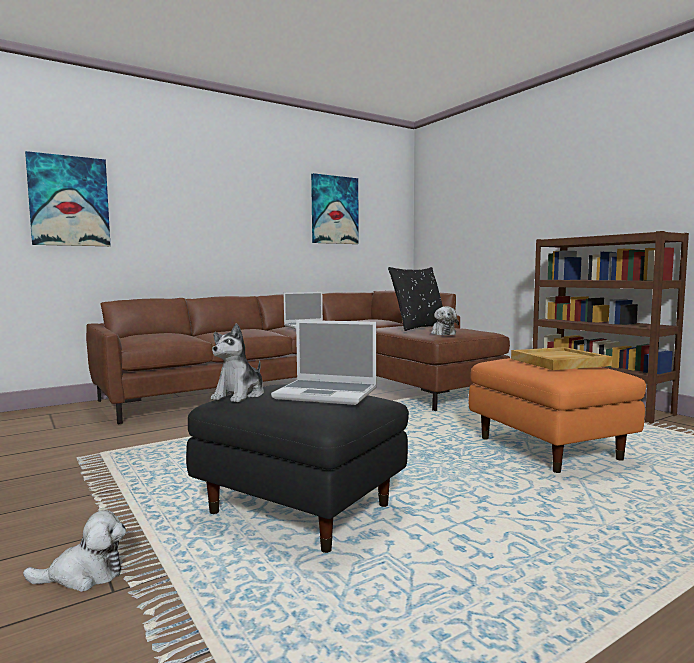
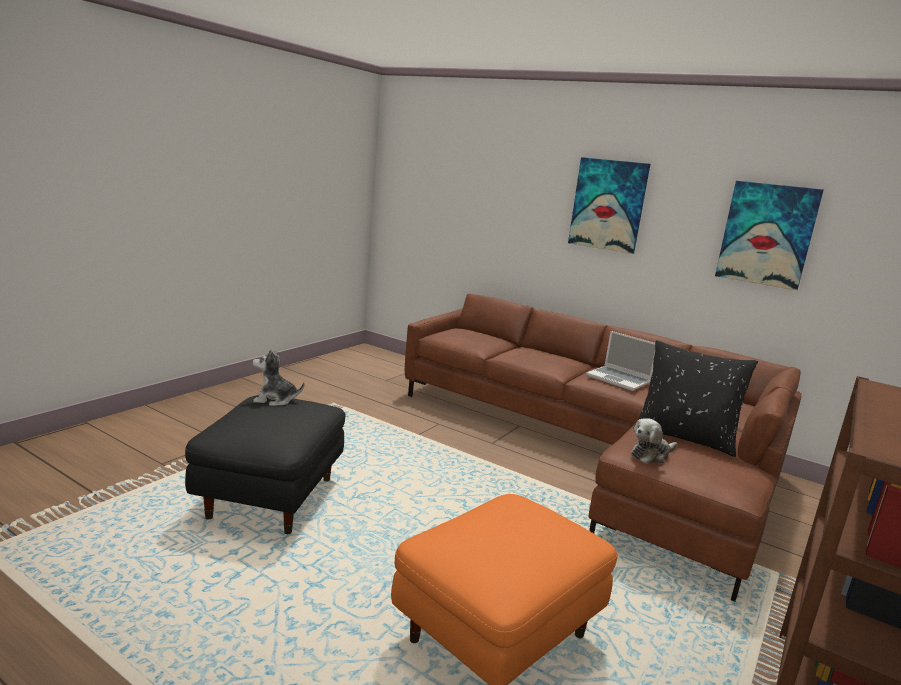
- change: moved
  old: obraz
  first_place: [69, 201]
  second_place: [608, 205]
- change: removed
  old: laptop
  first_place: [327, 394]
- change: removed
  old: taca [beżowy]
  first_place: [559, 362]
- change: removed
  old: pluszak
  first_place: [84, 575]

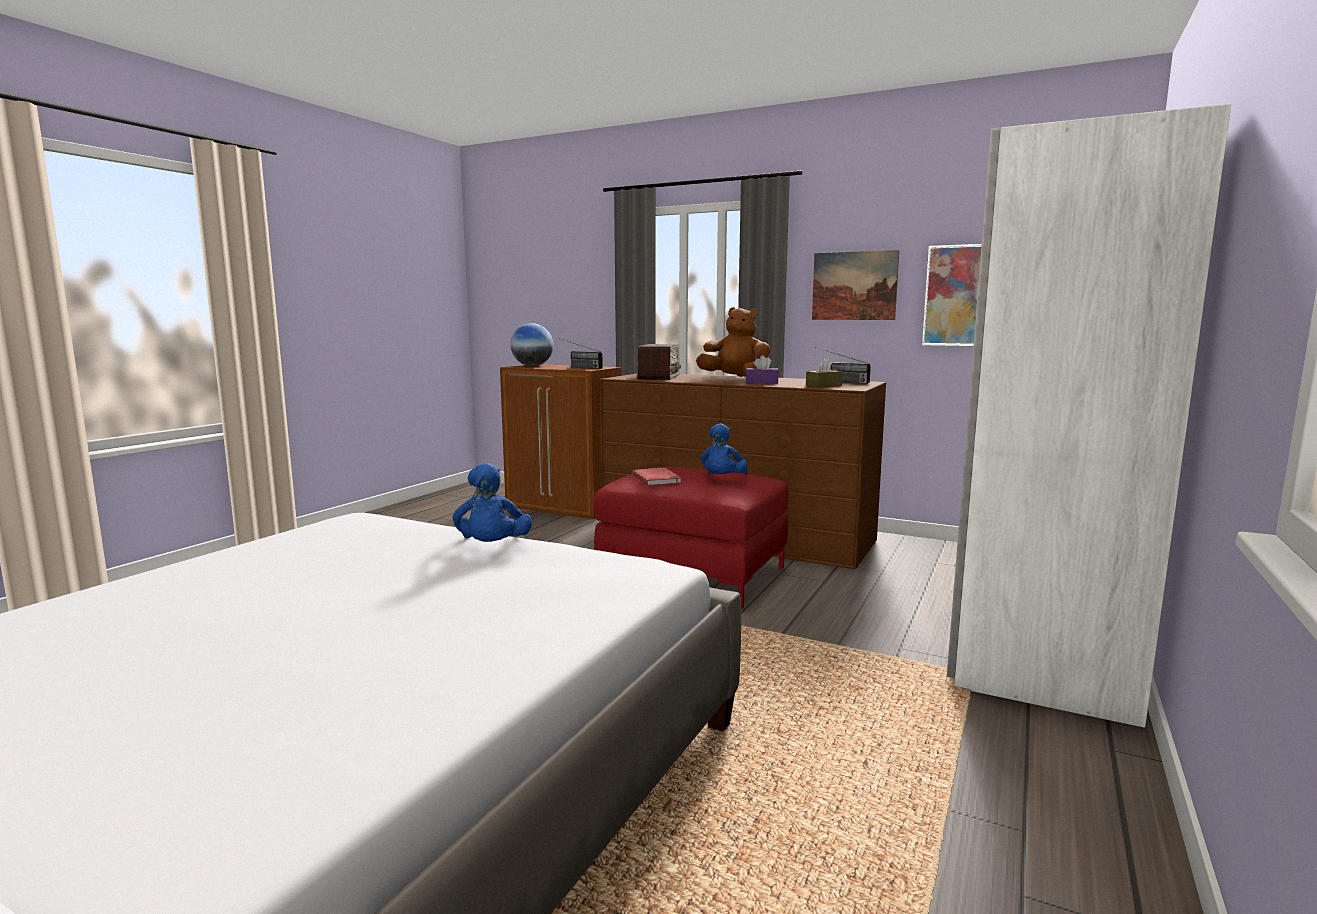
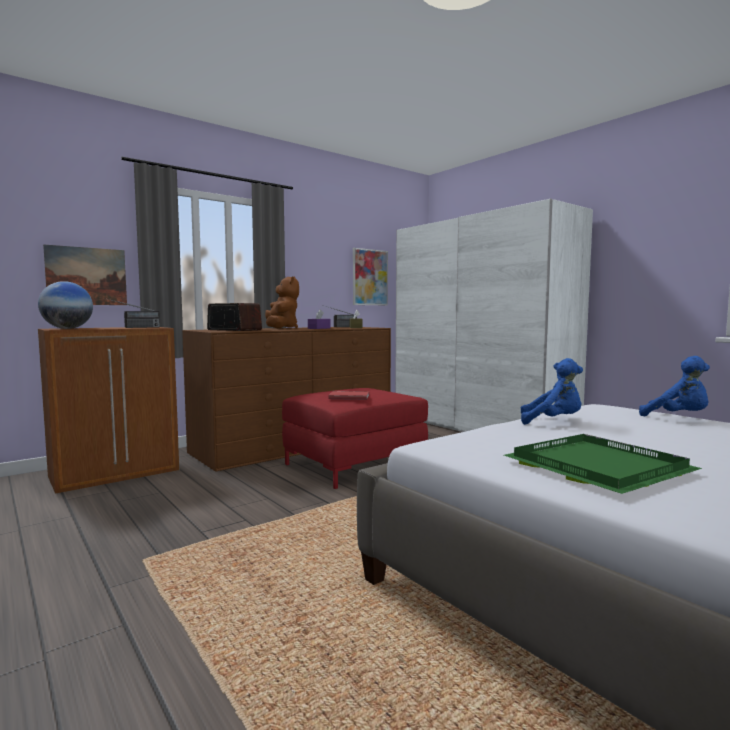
- change: moved
  old: obraz
  first_place: [854, 286]
  second_place: [87, 276]
- change: turned
  old: pluszak [brązowy]
  first_place: [735, 378]
  second_place: [281, 328]
  degrees: 120
- change: moved
  old: pluszak [niebieski]
  first_place: [723, 480]
  second_place: [677, 417]
- change: added
  new: taca [zielony]
  second_place: [593, 467]

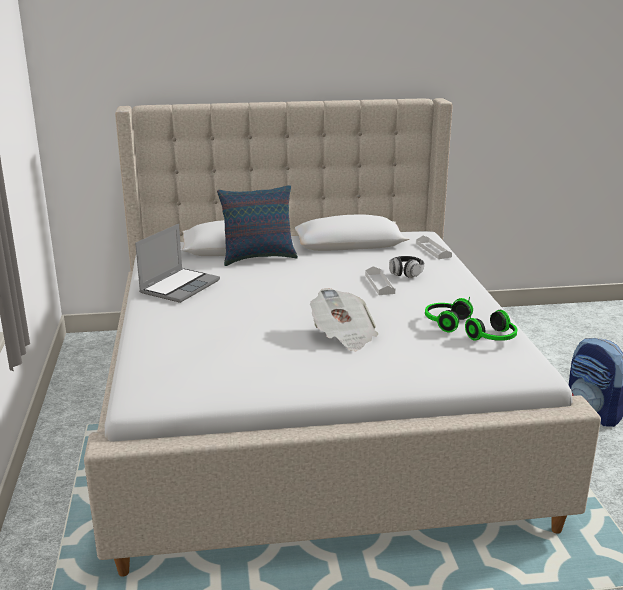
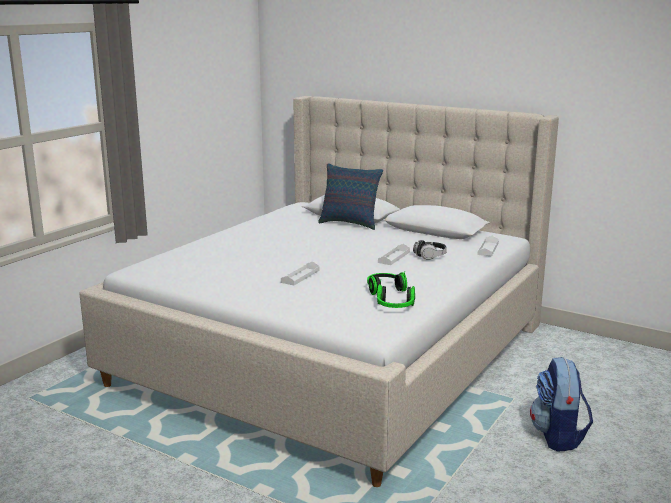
- change: removed
  old: laptop
  first_place: [180, 286]
- change: replaced
  old: gazeta
  new: taca [biały]
  first_place: [343, 336]
  second_place: [300, 276]

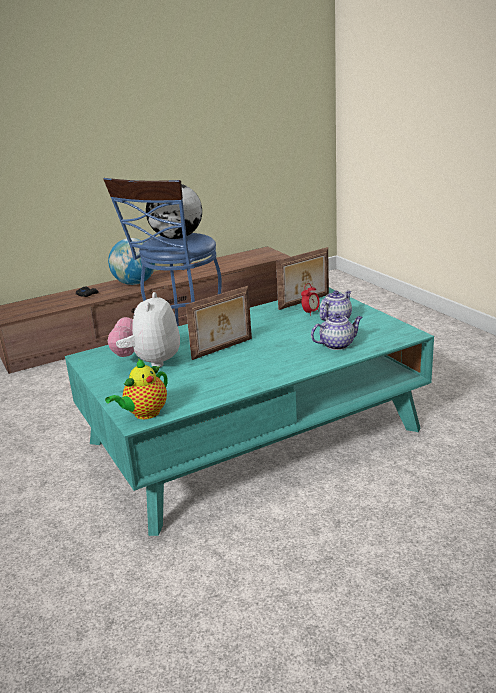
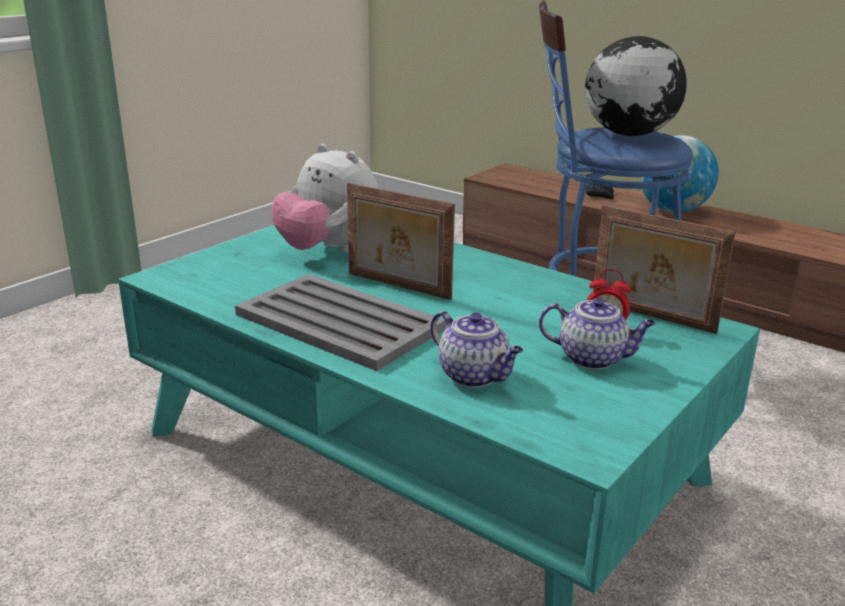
- change: turned
  old: pluszak
  first_place: [149, 362]
  second_place: [329, 250]
  degrees: -120
- change: removed
  old: imbryk
  first_place: [144, 414]
- change: added
  new: taca [szary]
  second_place: [338, 321]

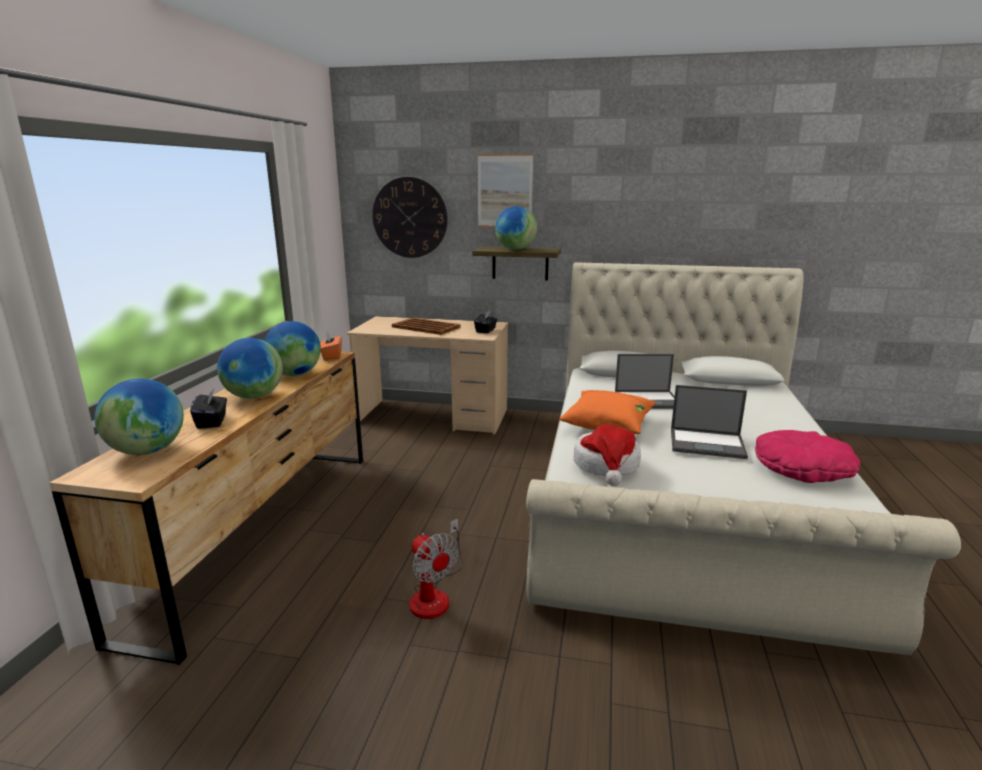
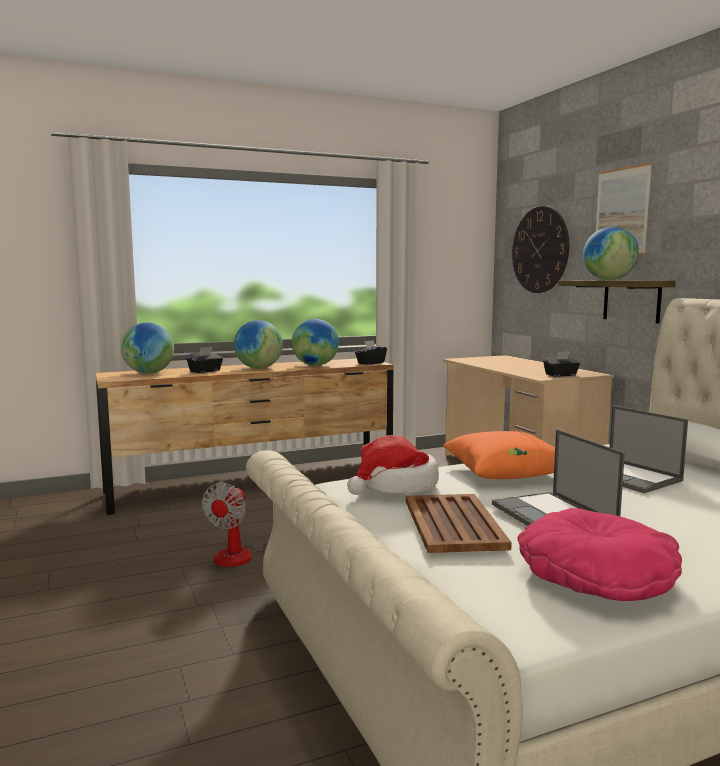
- change: moved
  old: taca [brązowy]
  first_place: [426, 327]
  second_place: [453, 524]
- change: recoloured
  old: pudełko chusteczek [pomarańczowy]
  new: pudełko chusteczek [czarny]
  first_place: [331, 356]
  second_place: [370, 363]

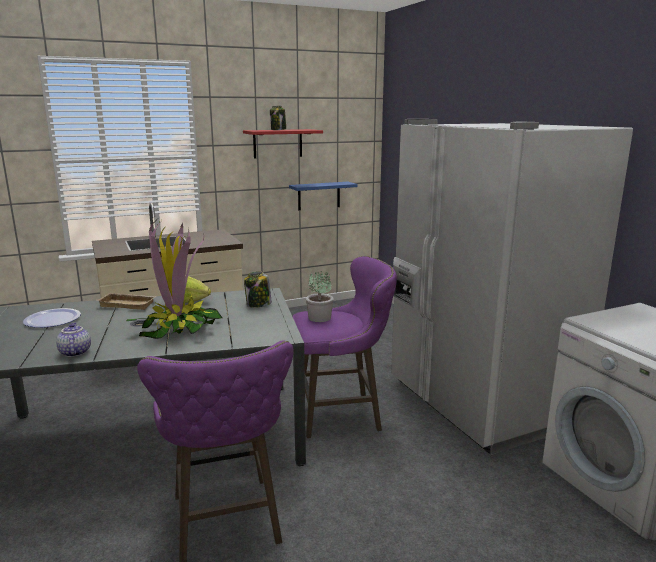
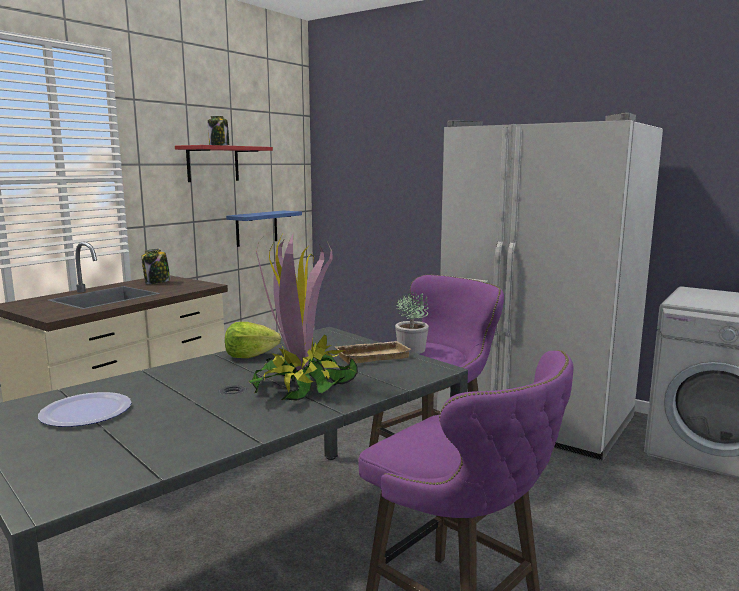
- change: moved
  old: słoik
  first_place: [258, 305]
  second_place: [157, 282]
- change: moved
  old: taca [beżowy]
  first_place: [129, 304]
  second_place: [372, 356]
- change: removed
  old: imbryk
  first_place: [74, 352]

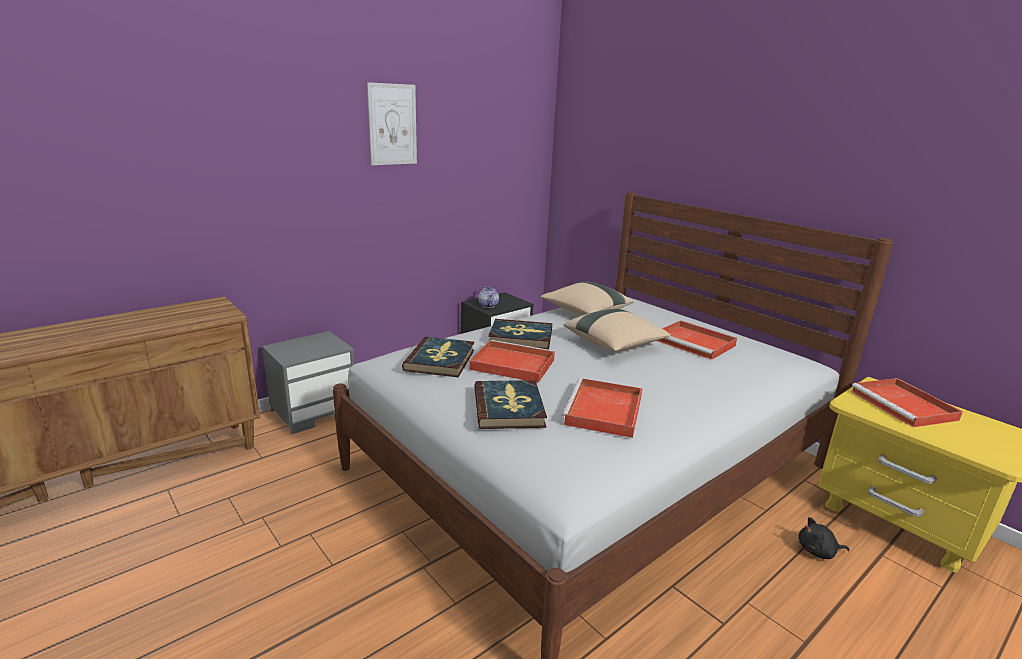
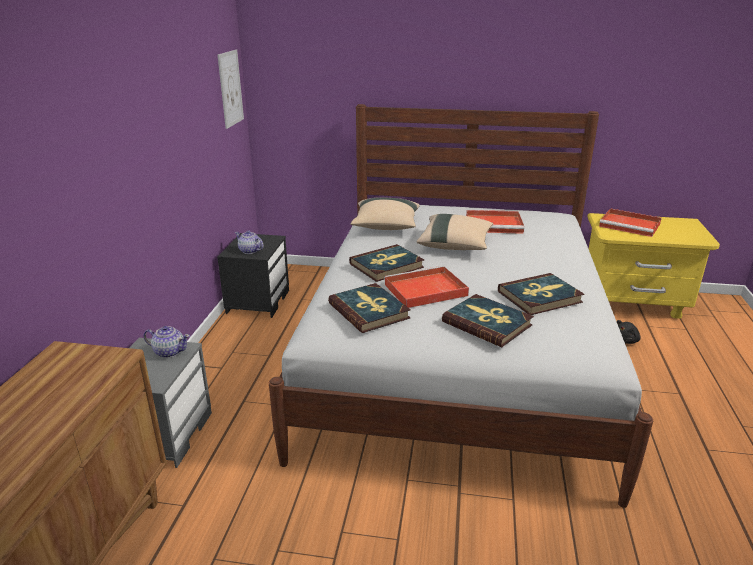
- change: moved
  old: obraz
  first_place: [392, 124]
  second_place: [230, 88]
- change: replaced
  old: taca [czerwony]
  new: książka
  first_place: [604, 411]
  second_place: [540, 297]
- change: added
  new: imbryk
  second_place: [169, 352]

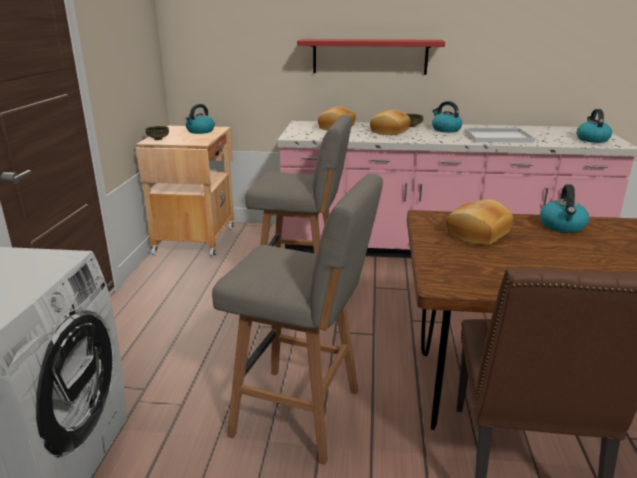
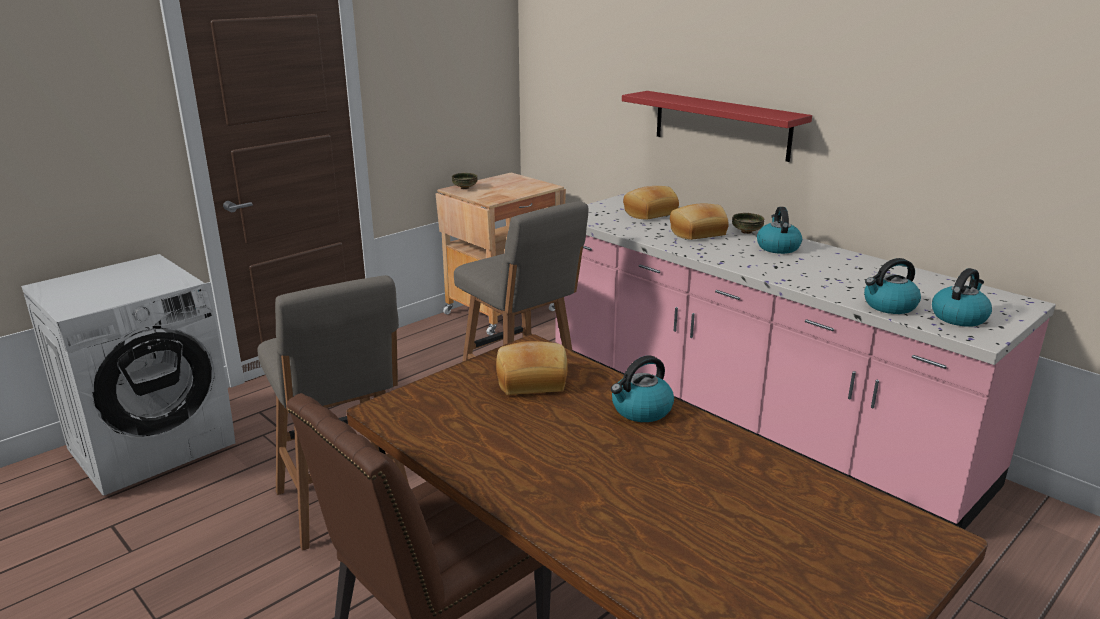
- change: moved
  old: czajnik
  first_place: [200, 131]
  second_place: [889, 306]
- change: removed
  old: taca [biały]
  first_place: [499, 137]

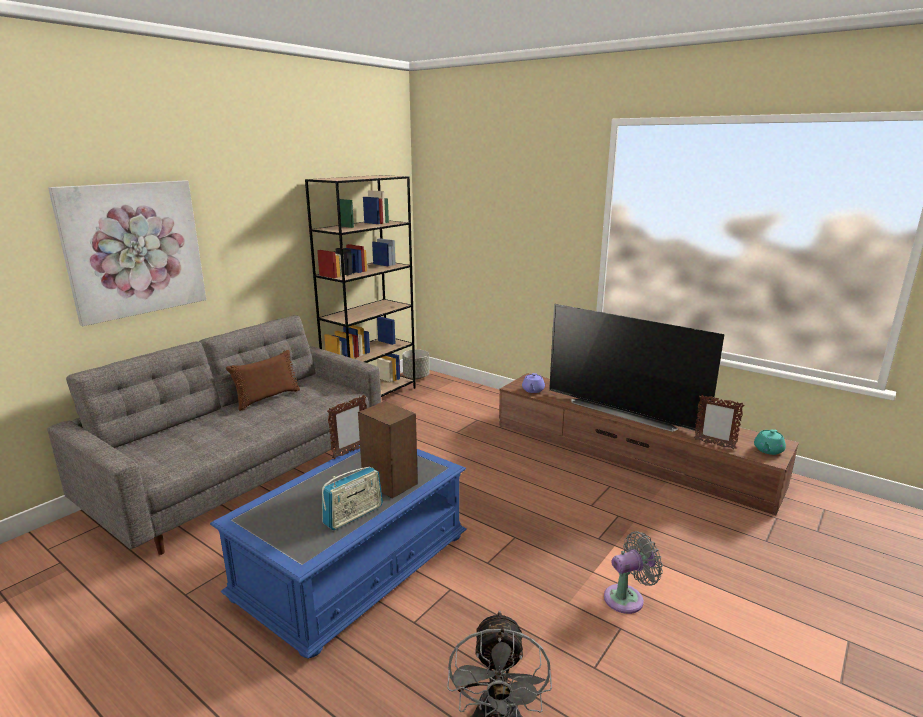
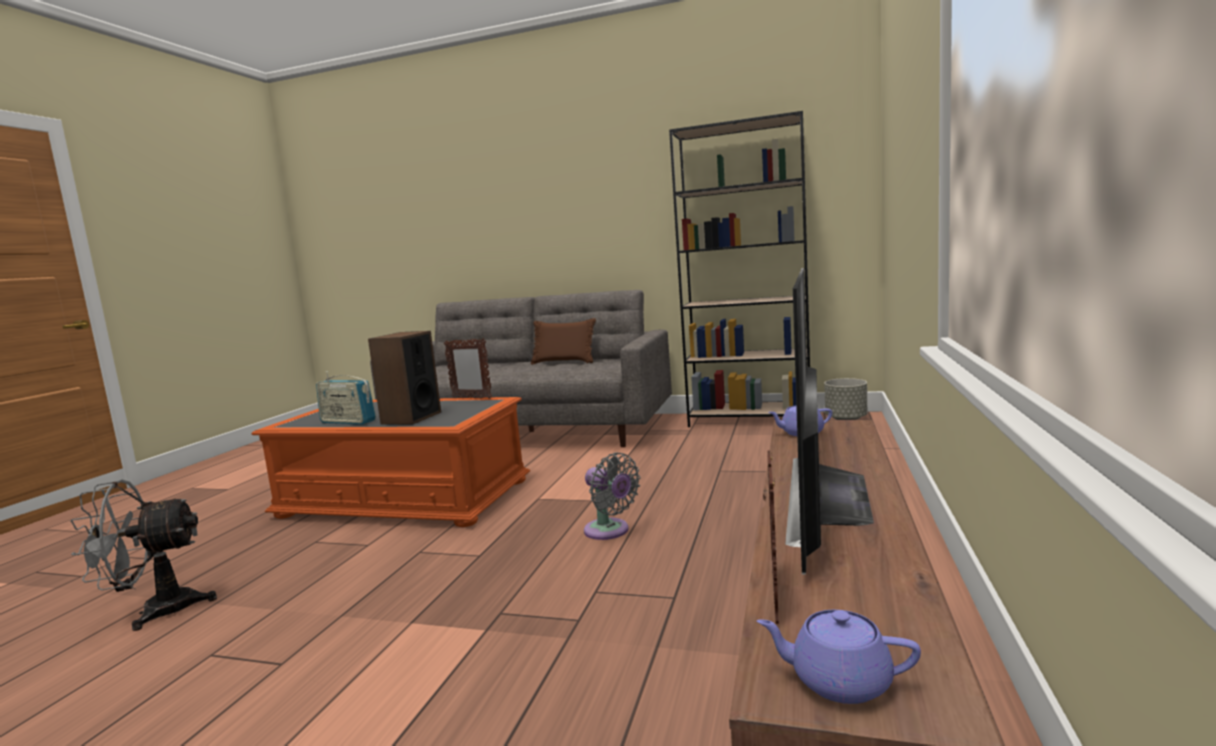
- change: removed
  old: obraz
  first_place: [134, 249]
- change: recoloured
  old: imbryk [turkusowy]
  new: imbryk [fioletowy]
  first_place: [768, 450]
  second_place: [838, 681]
- change: recoloured
  old: ława [niebieski]
  new: ława [pomarańczowy]
  first_place: [354, 564]
  second_place: [405, 498]
- change: moved
  old: wentylator [szary]
  first_place: [627, 598]
  second_place: [609, 531]

